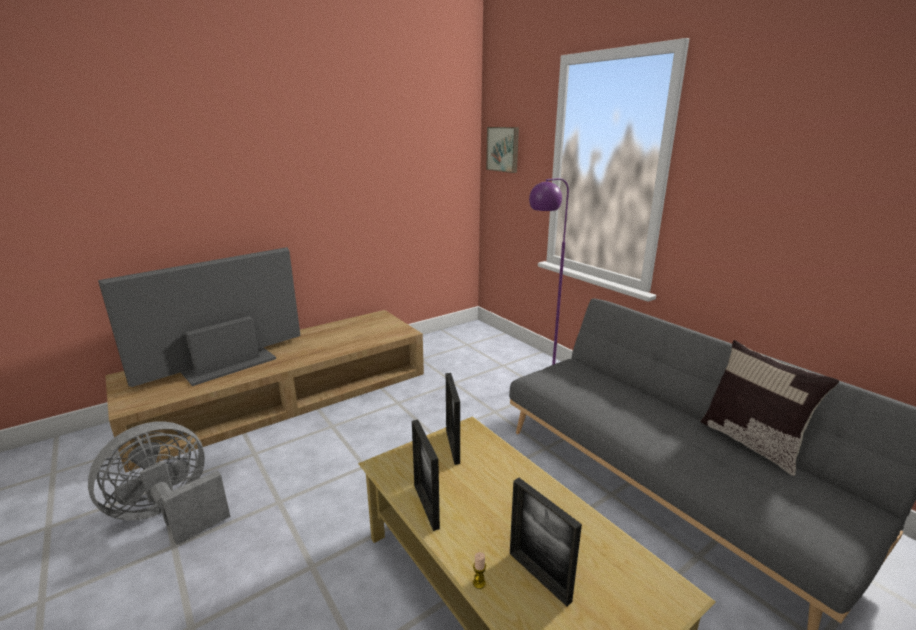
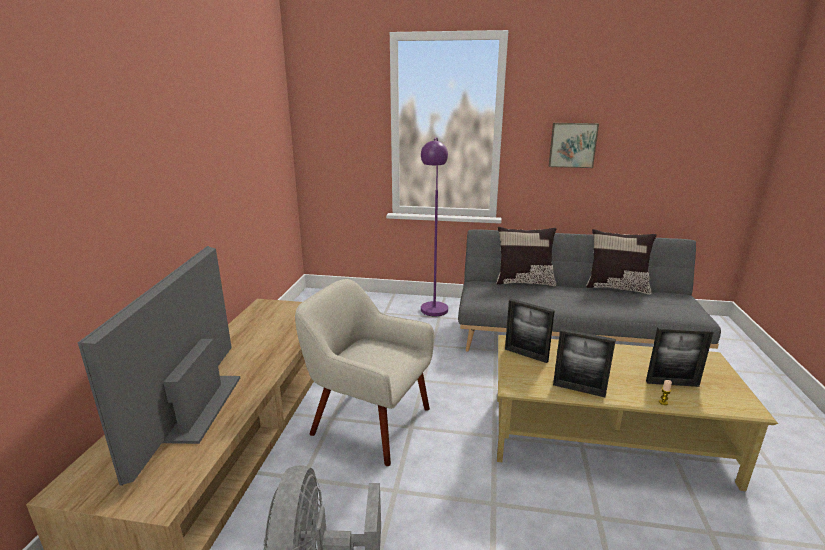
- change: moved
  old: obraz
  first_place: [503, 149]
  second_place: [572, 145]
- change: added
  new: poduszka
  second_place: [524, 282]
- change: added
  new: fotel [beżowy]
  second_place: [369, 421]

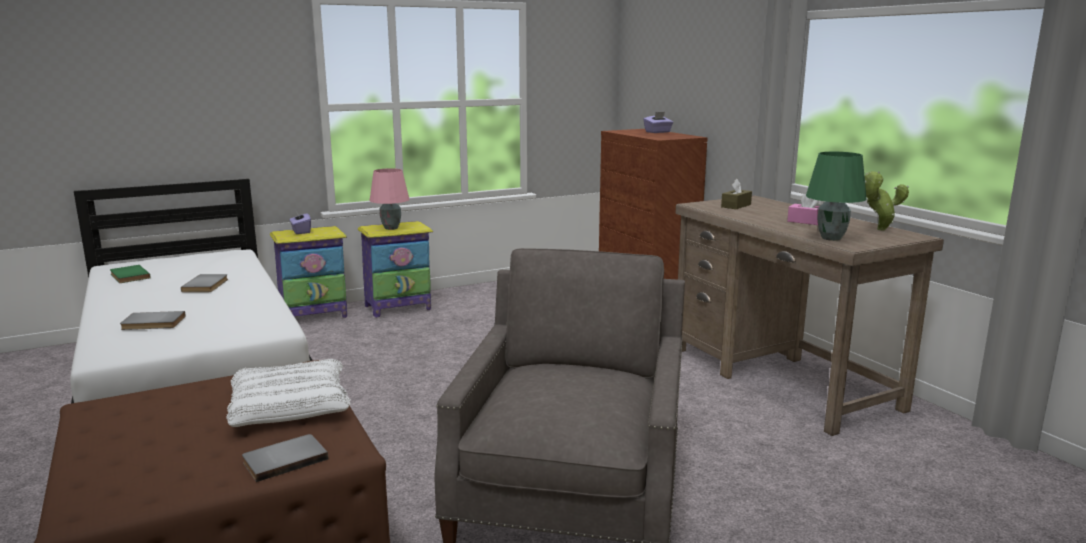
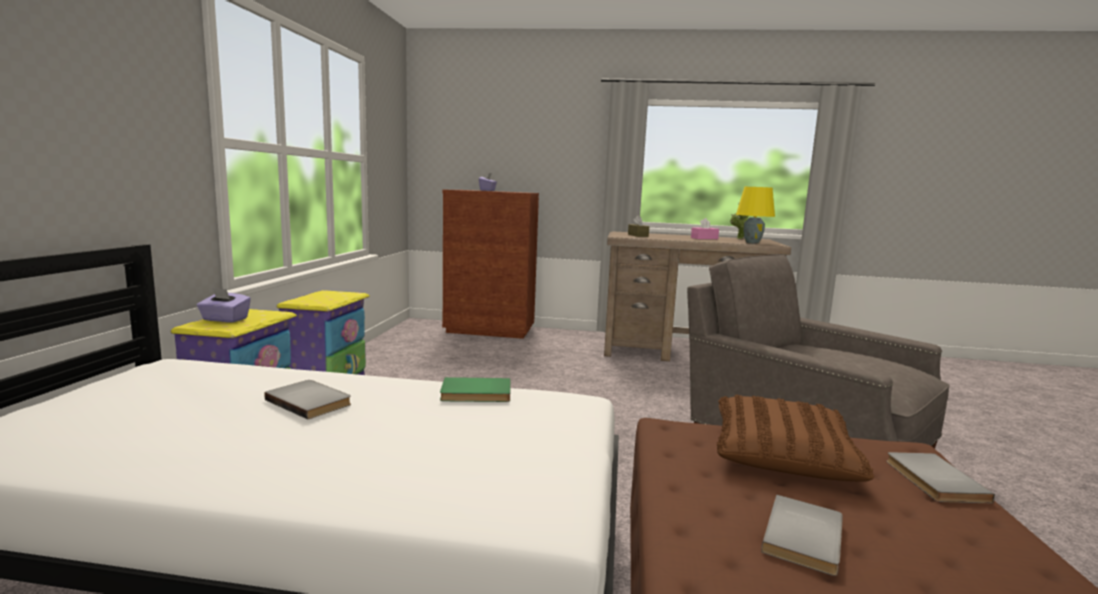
- change: recoloured
  old: lampa stołowa [zielony]
  new: lampa stołowa [żółty]
  first_place: [831, 238]
  second_place: [752, 242]
- change: removed
  old: lampa stołowa [różowy]
  first_place: [390, 228]
- change: moved
  old: książka [zielony]
  first_place: [128, 276]
  second_place: [476, 394]
- change: moved
  old: książka [szary]
  first_place: [152, 323]
  second_place: [807, 538]
- change: recoloured
  old: poduszka [biały]
  new: poduszka [brązowy]
  first_place: [290, 406]
  second_place: [782, 452]

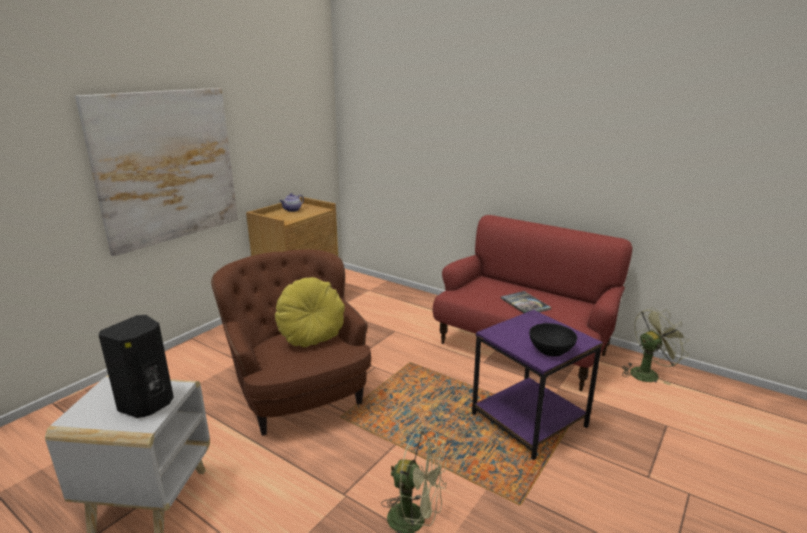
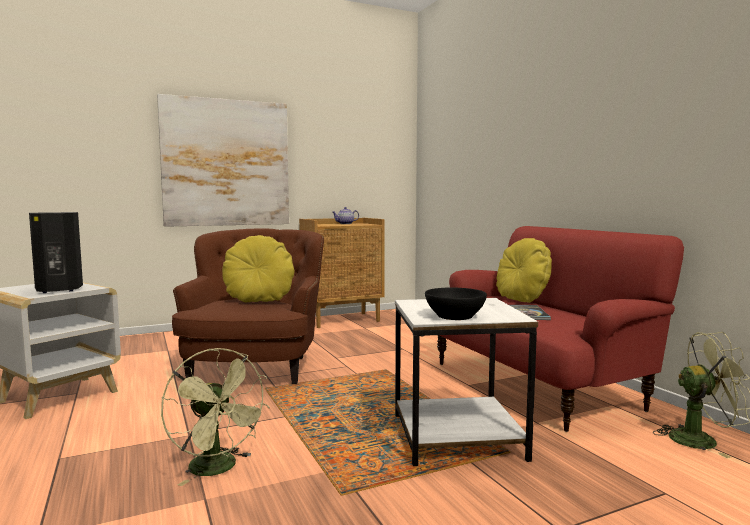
- change: recoloured
  old: stolik [fioletowy]
  new: stolik [biały]
  first_place: [530, 420]
  second_place: [459, 437]
- change: added
  new: poduszka [żółty]
  second_place: [522, 300]

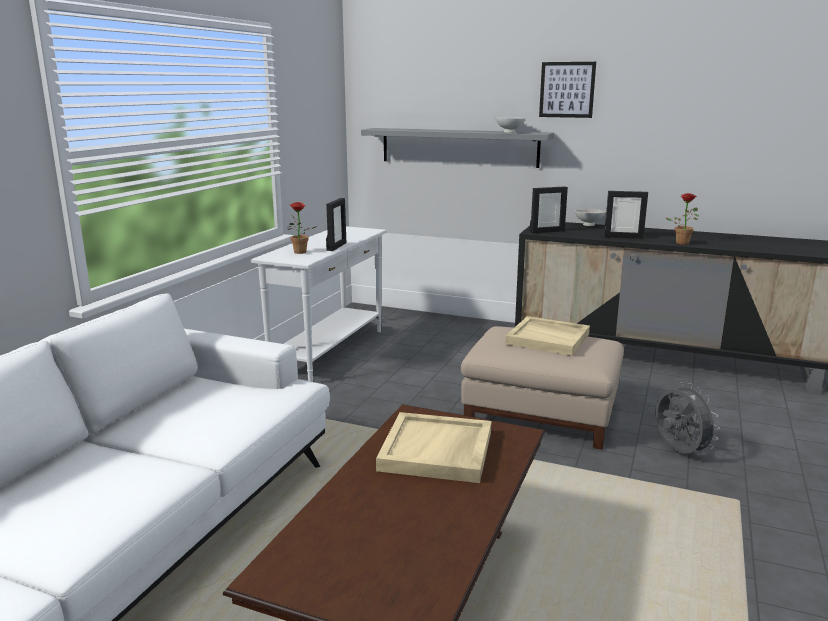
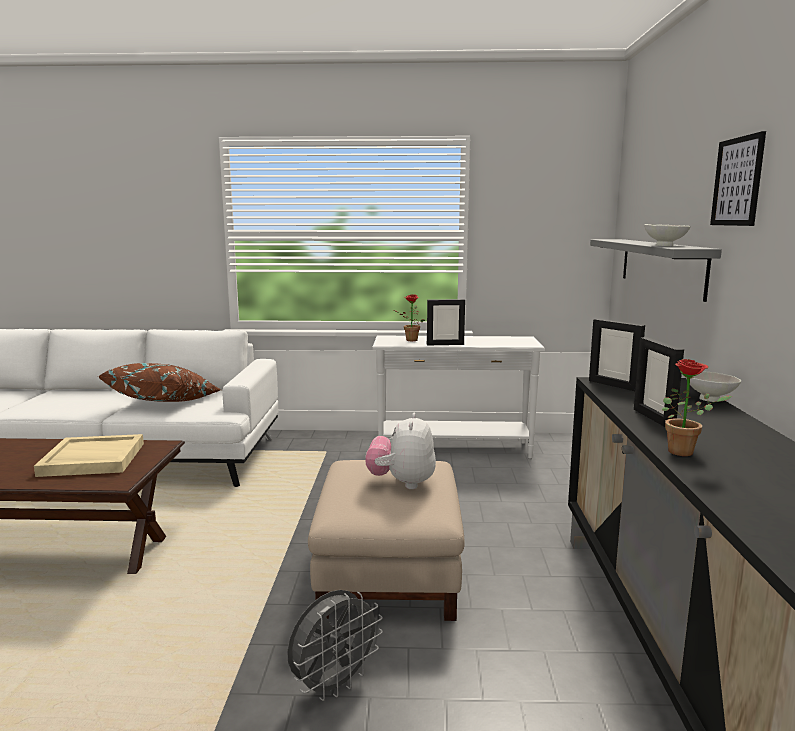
- change: replaced
  old: taca [beżowy]
  new: pluszak
  first_place: [548, 339]
  second_place: [402, 483]
- change: added
  new: poduszka [brązowy]
  second_place: [165, 402]

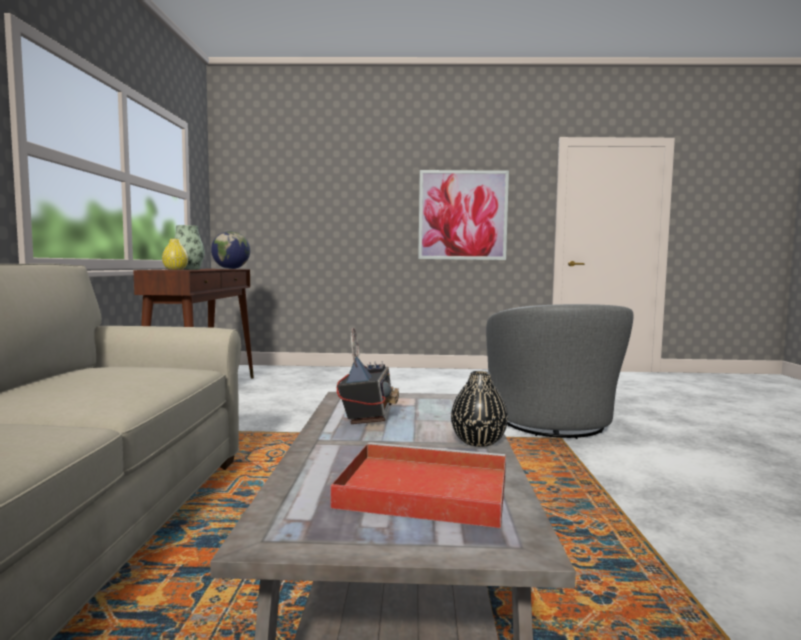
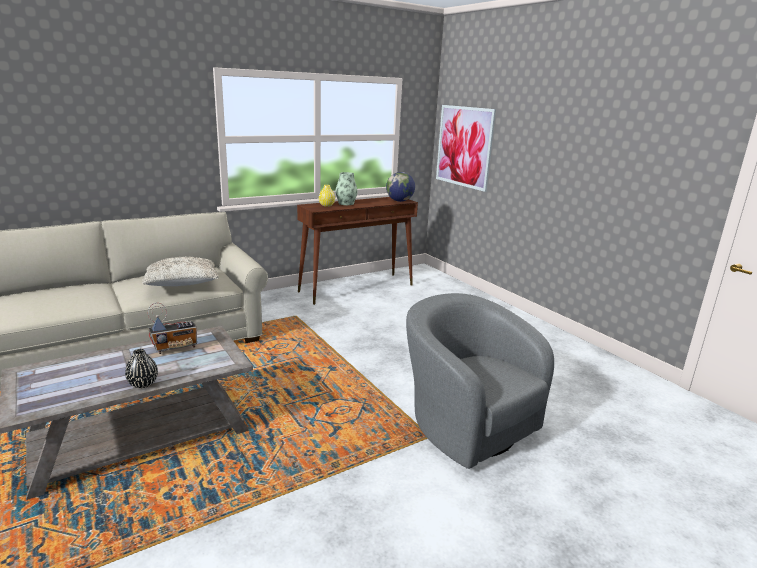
- change: moved
  old: obraz
  first_place: [462, 215]
  second_place: [464, 146]
- change: turned
  old: fotel [szary]
  first_place: [553, 424]
  second_place: [466, 426]
  degrees: 90
- change: removed
  old: taca [czerwony]
  first_place: [420, 489]
- change: added
  new: poduszka [beżowy]
  second_place: [182, 284]

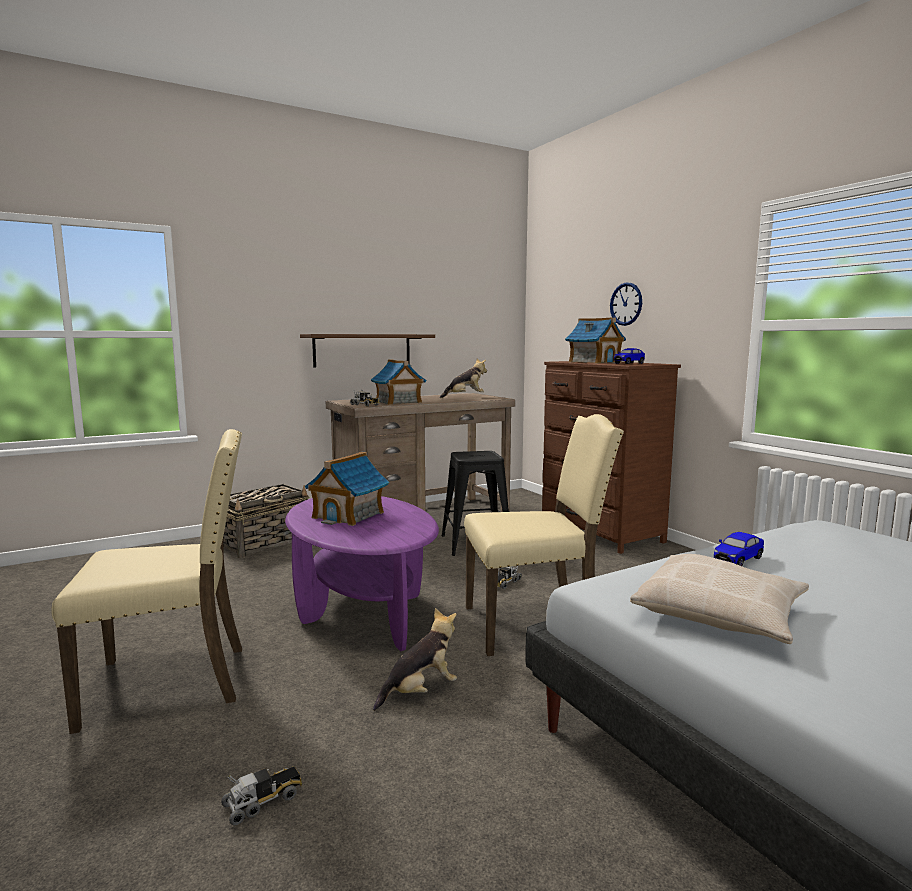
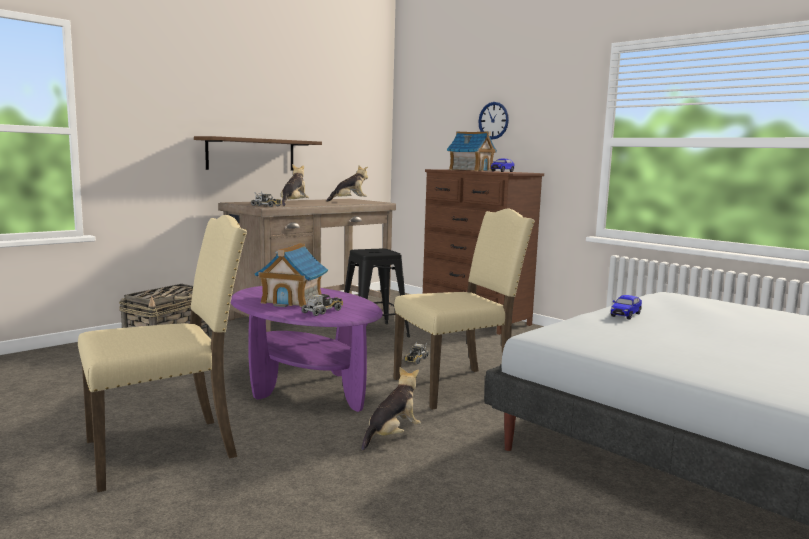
- change: replaced
  old: domek
  new: pluszak
  first_place: [398, 402]
  second_place: [293, 204]
- change: removed
  old: poduszka [beżowy]
  first_place: [720, 613]
- change: moved
  old: ciężarówka zabawkowa
  first_place: [263, 801]
  second_place: [323, 311]

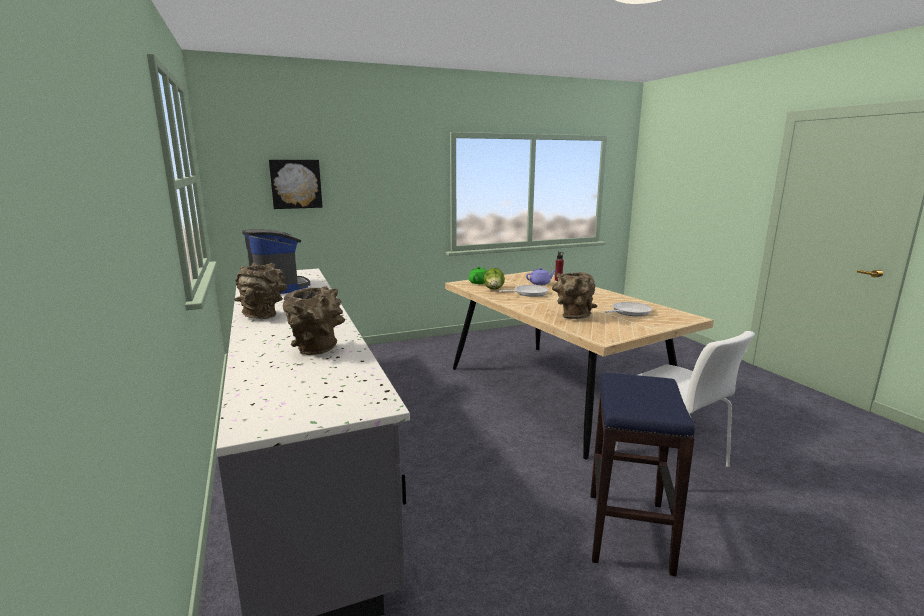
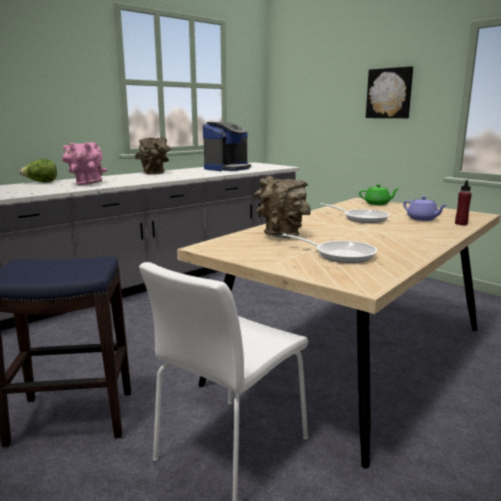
- change: moved
  old: obraz
  first_place: [296, 184]
  second_place: [389, 93]
- change: moved
  old: sałata
  first_place: [494, 290]
  second_place: [41, 182]
- change: recoloured
  old: wazon [brązowy]
  new: wazon [różowy]
  first_place: [317, 351]
  second_place: [85, 184]

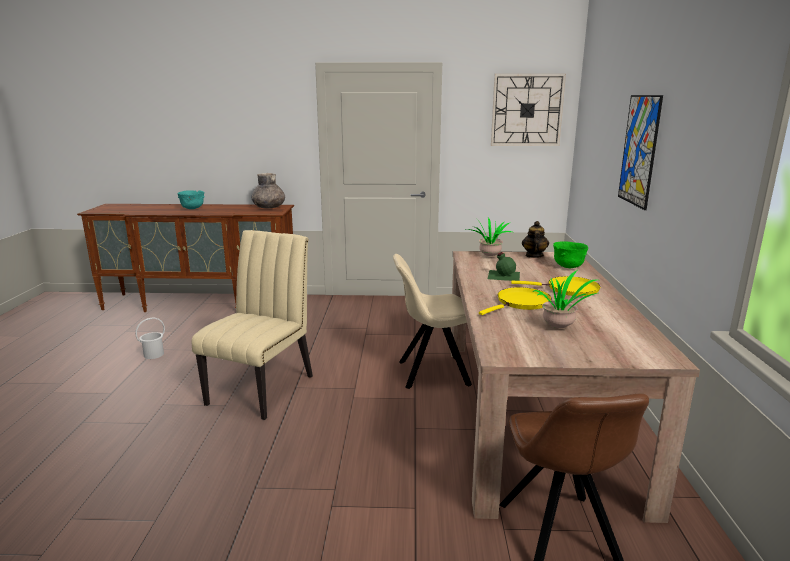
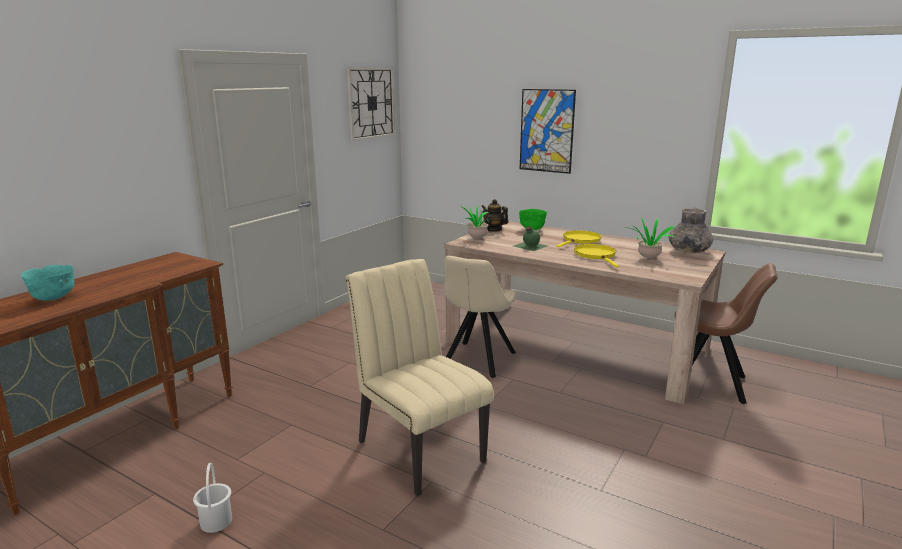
- change: moved
  old: wazon [szary]
  first_place: [269, 207]
  second_place: [688, 251]

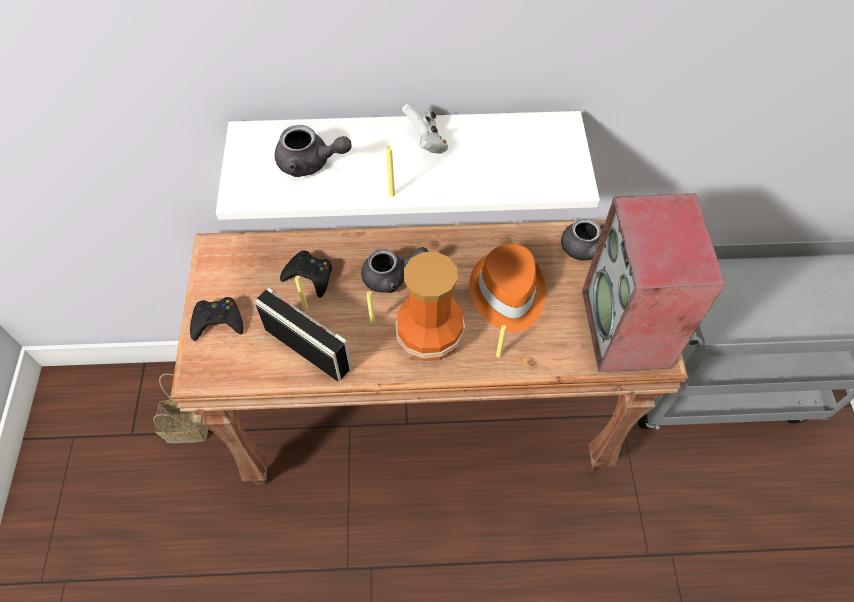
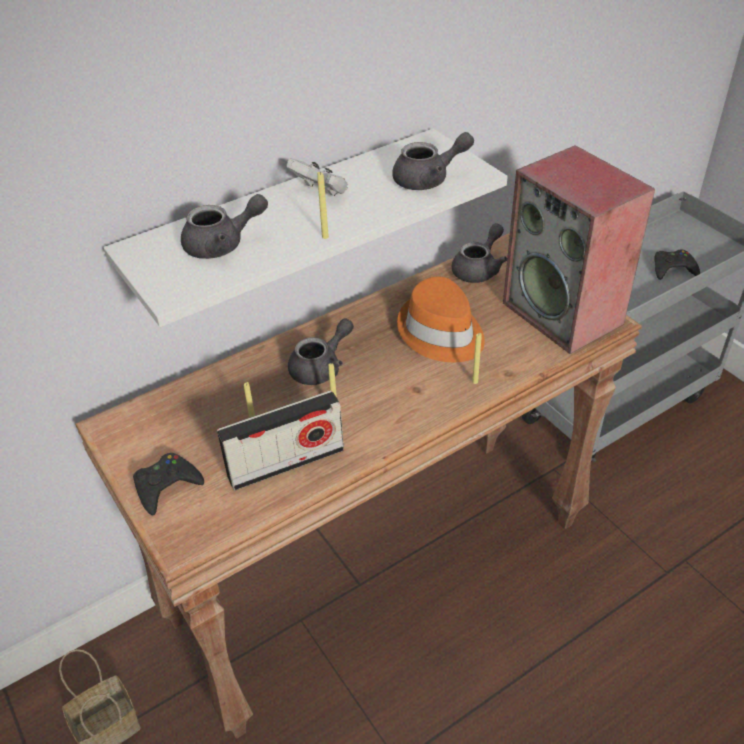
- change: moved
  old: pad do gier [czarny]
  first_place: [309, 276]
  second_place: [673, 269]
- change: removed
  old: wazon
  first_place: [431, 337]
- change: turned
  old: radio
  first_place: [307, 348]
  second_place: [286, 462]
  degrees: 150
- change: added
  new: imbryk [szary]
  second_place: [429, 179]

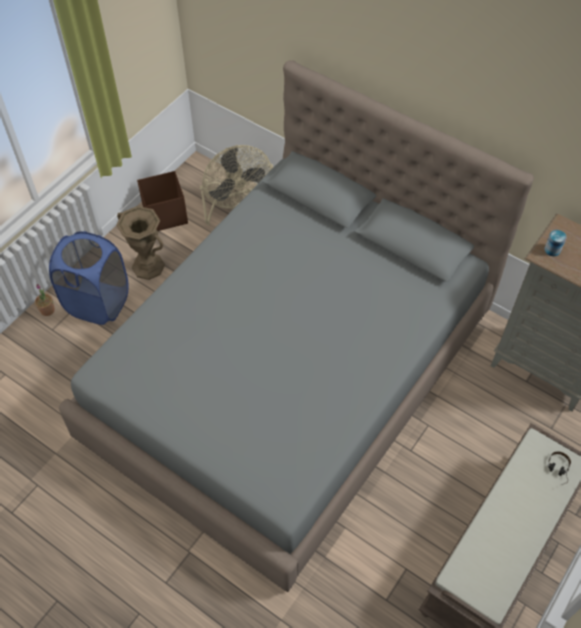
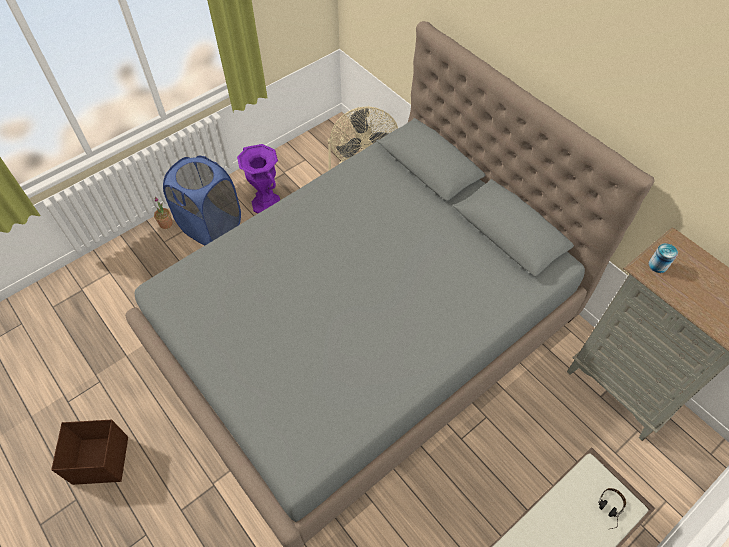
- change: moved
  old: pojemnik do przechowywania [brązowy]
  first_place: [164, 215]
  second_place: [100, 460]
- change: recoloured
  old: wazon [brązowy]
  new: wazon [fioletowy]
  first_place: [148, 266]
  second_place: [266, 204]

